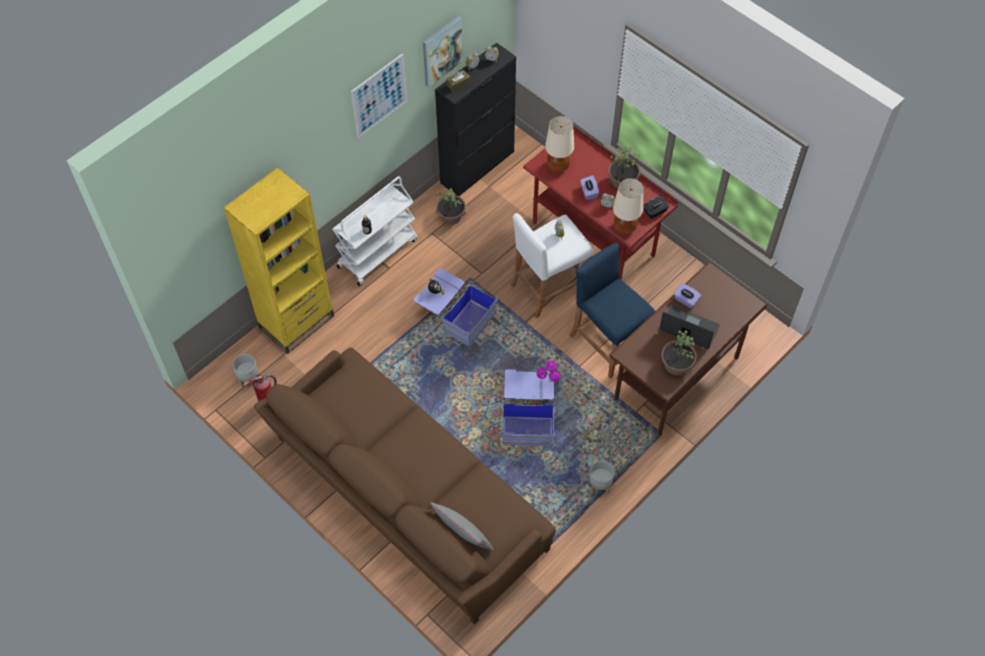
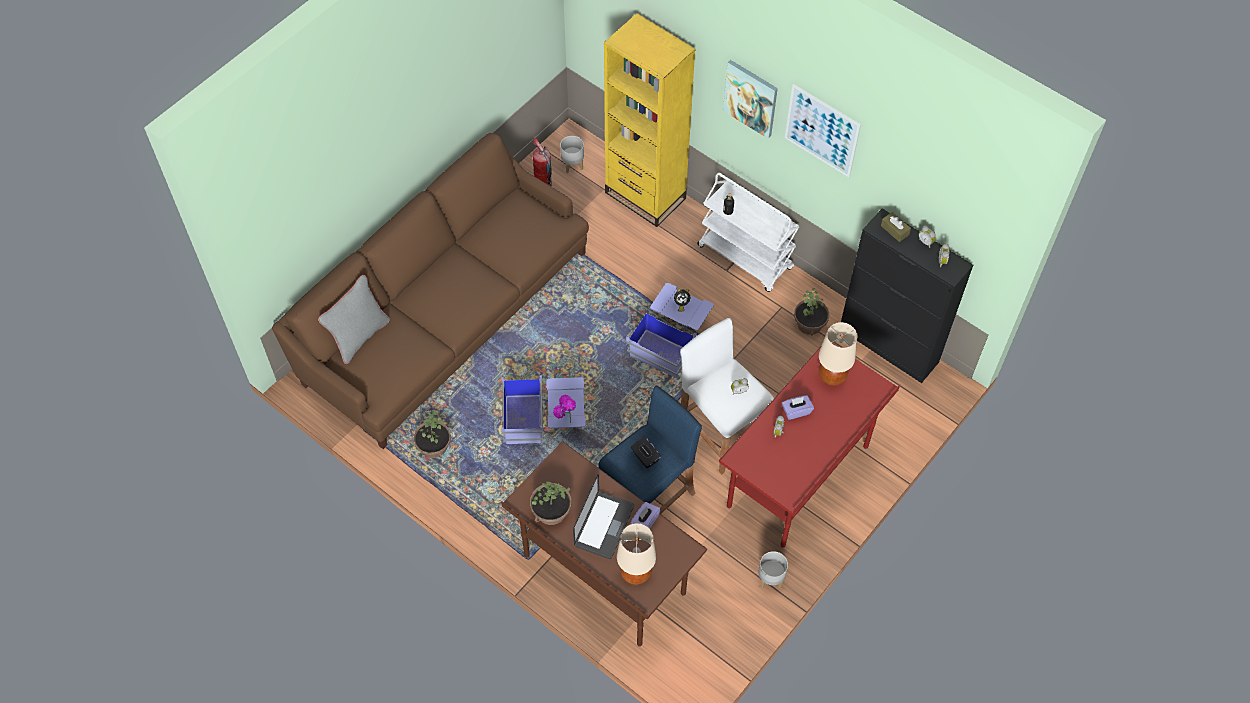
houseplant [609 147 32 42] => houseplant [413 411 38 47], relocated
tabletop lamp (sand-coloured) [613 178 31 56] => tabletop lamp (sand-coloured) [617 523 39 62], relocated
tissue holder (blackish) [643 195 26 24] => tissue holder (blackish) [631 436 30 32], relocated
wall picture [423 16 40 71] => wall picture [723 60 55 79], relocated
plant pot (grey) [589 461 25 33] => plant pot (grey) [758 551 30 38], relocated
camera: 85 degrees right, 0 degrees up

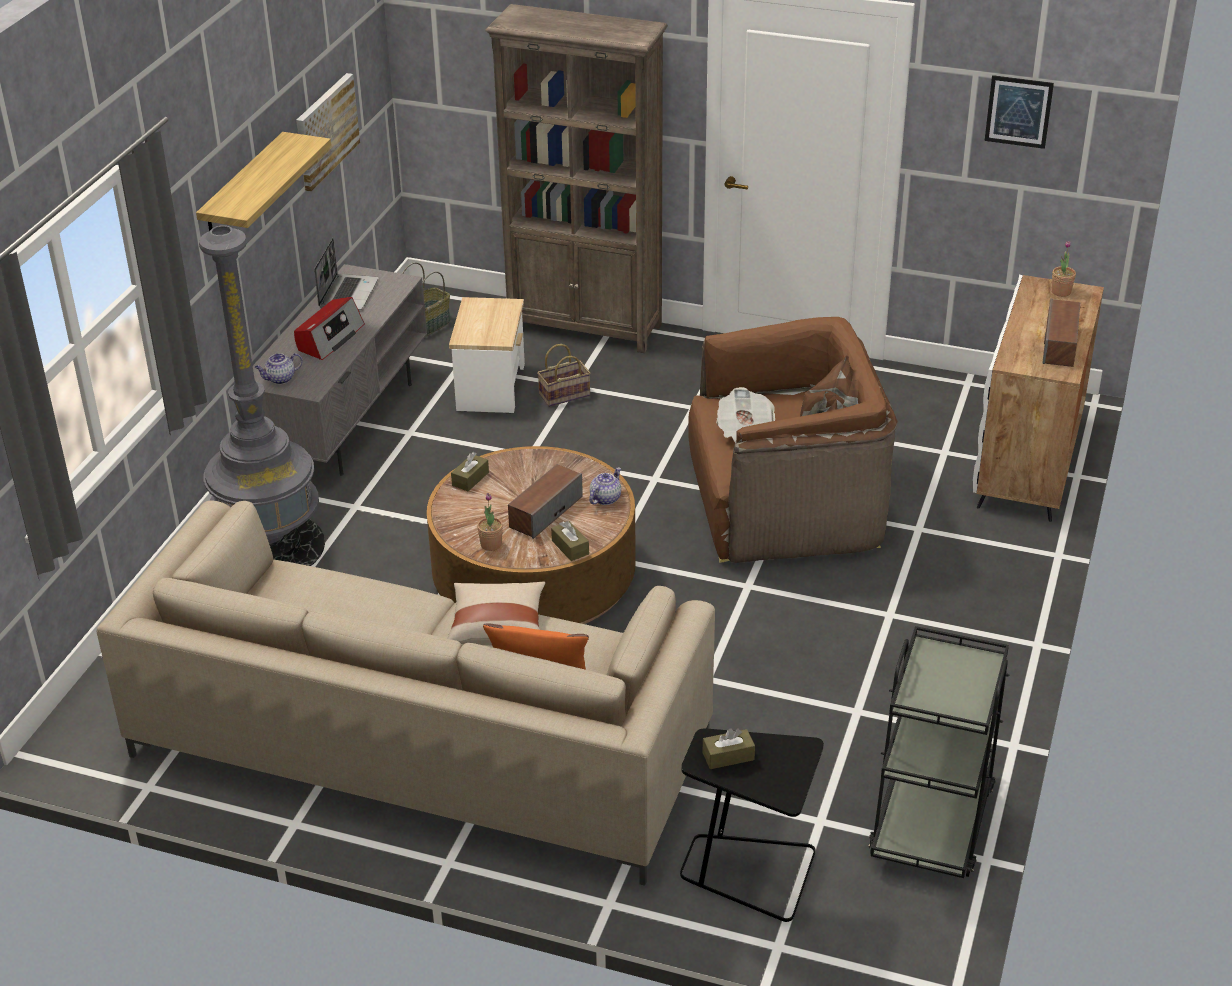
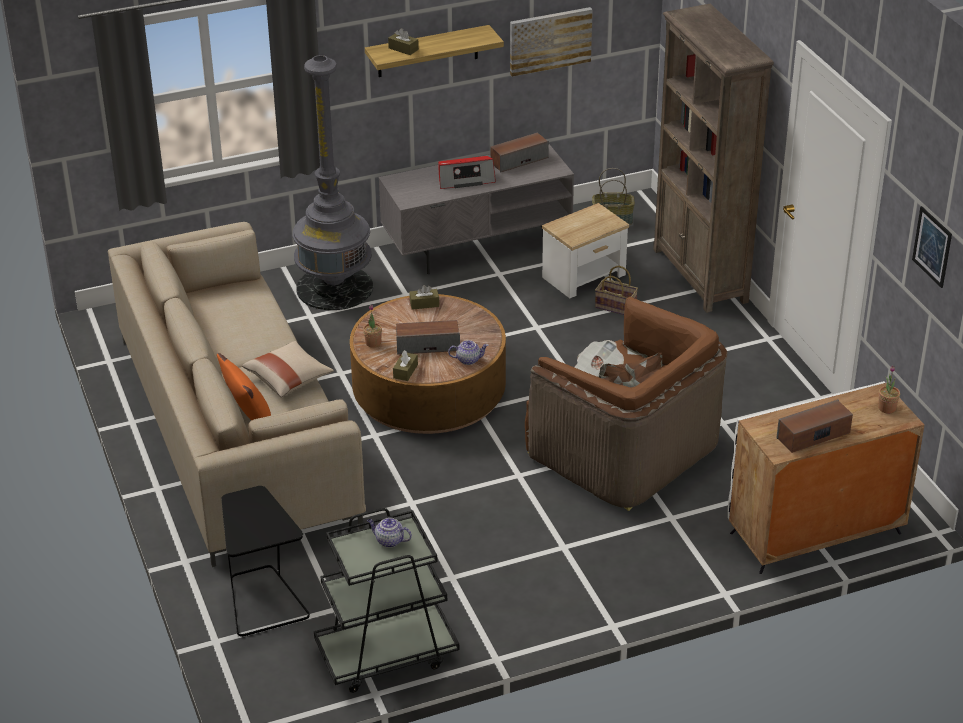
tea pot [255 353 48 31] => tea pot [367 517 45 31], relocated
tissue holder (brownish) [703 728 52 41] => tissue holder (brownish) [388 28 31 27], relocated
laptop [314 238 65 72] => loudspeaker [491 133 58 39]
camera: 50 degrees right, 0 degrees up

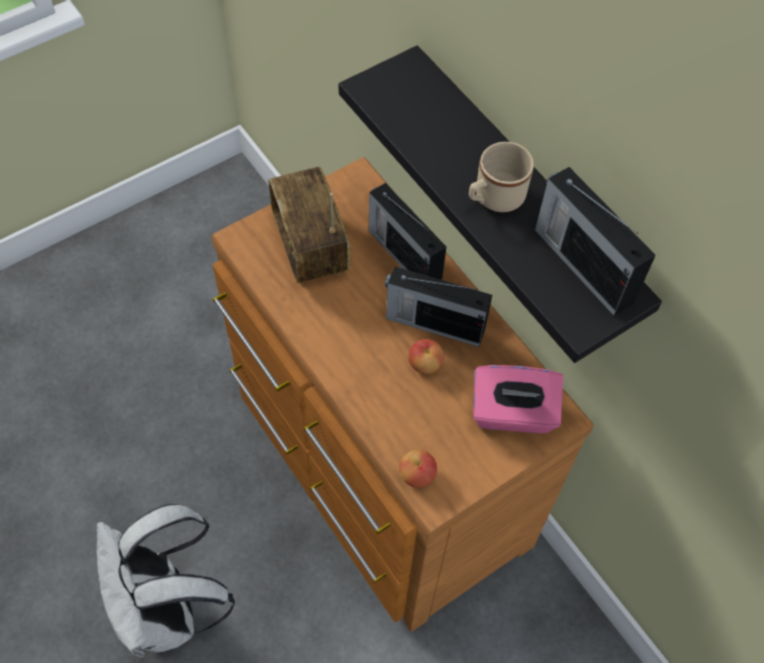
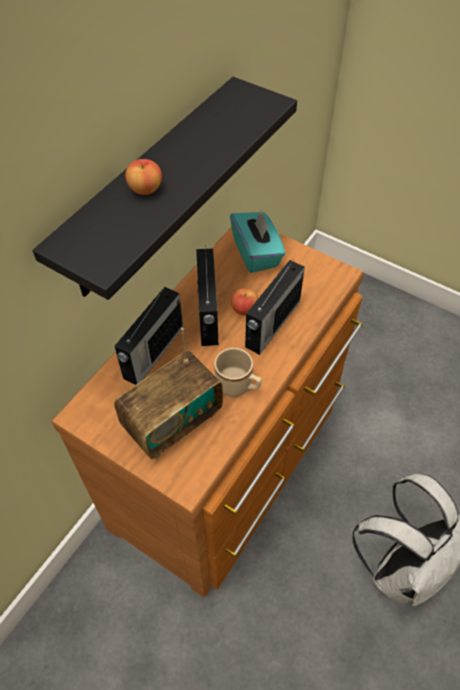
apple fruit [399 450 38 38] => apple fruit [125 159 37 36], relocated
tea mug (sand-coloured) [469 142 65 70] => tea mug (sand-coloured) [214 348 48 49], relocated
tissue holder (pink-coloured) [473 365 90 68] => tissue holder (turquoise) [230 209 55 64]
radio [535 167 121 149] => radio [245 259 60 96], relocated
camera: 110 degrees left, 5 degrees down

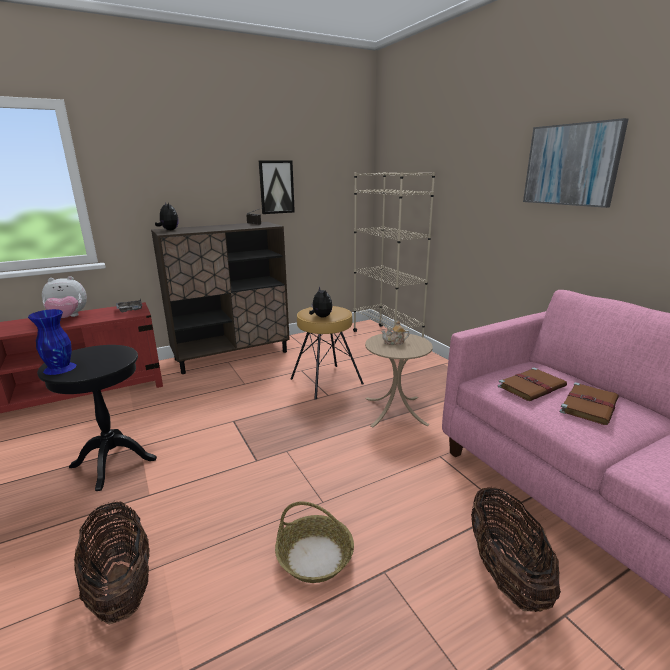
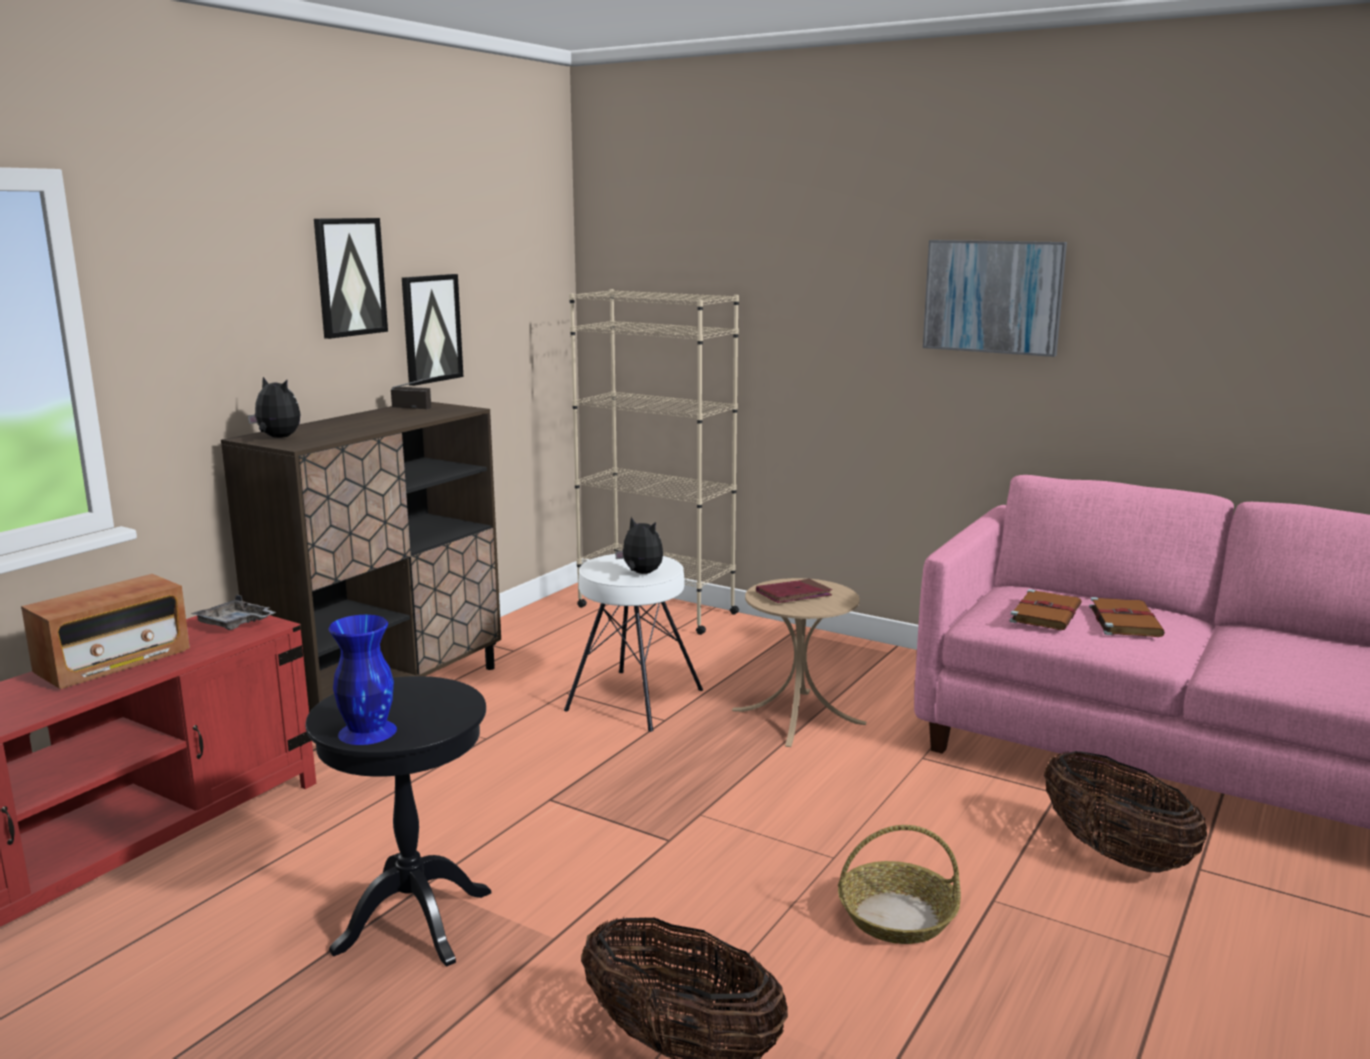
cuddly toy [42 276 45 42] => radio [21 574 169 115]
nothing => wall picture [314 218 74 121]
stool (brownish) [291 306 73 94] => stool (white) [564 554 139 178]
tea pot [381 321 29 24] => volume (red-coloured) [756 579 76 24]
camera: 30 degrees left, 5 degrees down

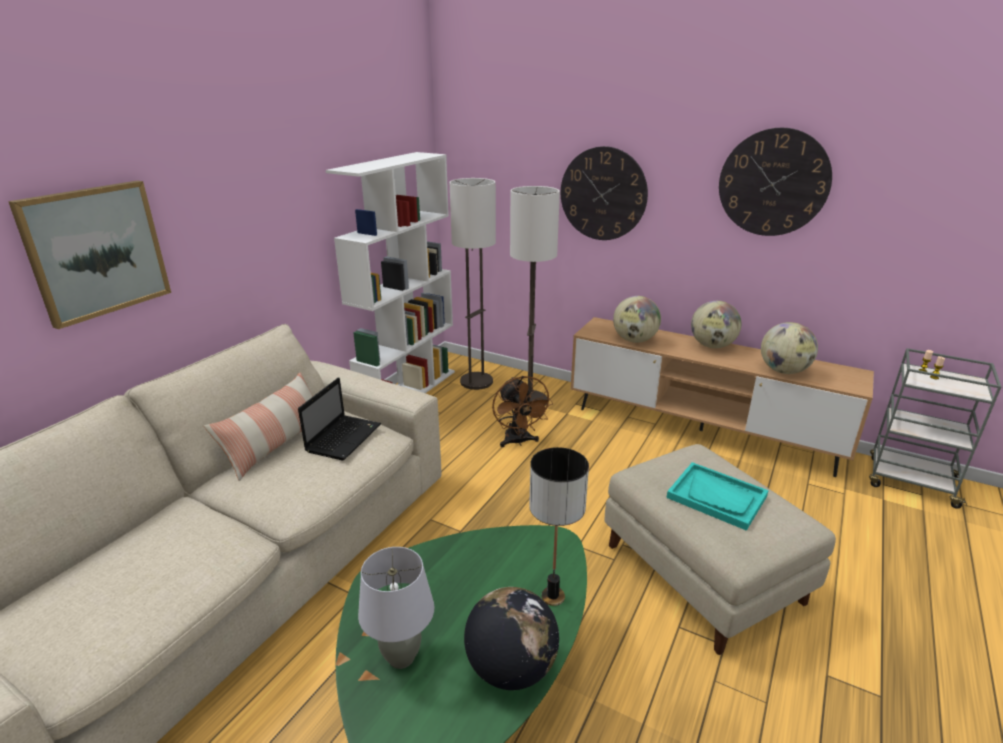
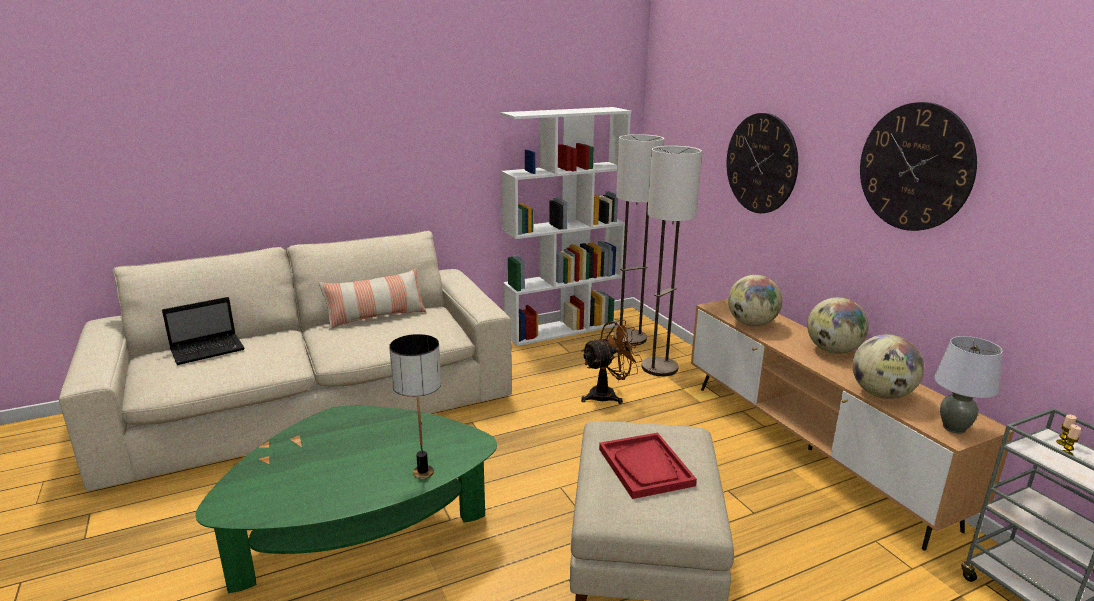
laptop [298 377 83 83] => laptop [162 297 83 68], relocated
electric fan (brownish) [492 376 61 71] => electric fan (brownish) [581 320 62 84], 135 degrees counterclockwise
tray (turquoise) [666 462 103 69] => tray (red-coloured) [599 433 98 66]
tabletop lamp (grey) [358 547 76 122] => tabletop lamp (grey) [934 336 68 98], relocated
wall picture [8 180 163 149] => nothing
globe [464 587 95 103] => nothing
camera: 35 degrees right, 5 degrees down

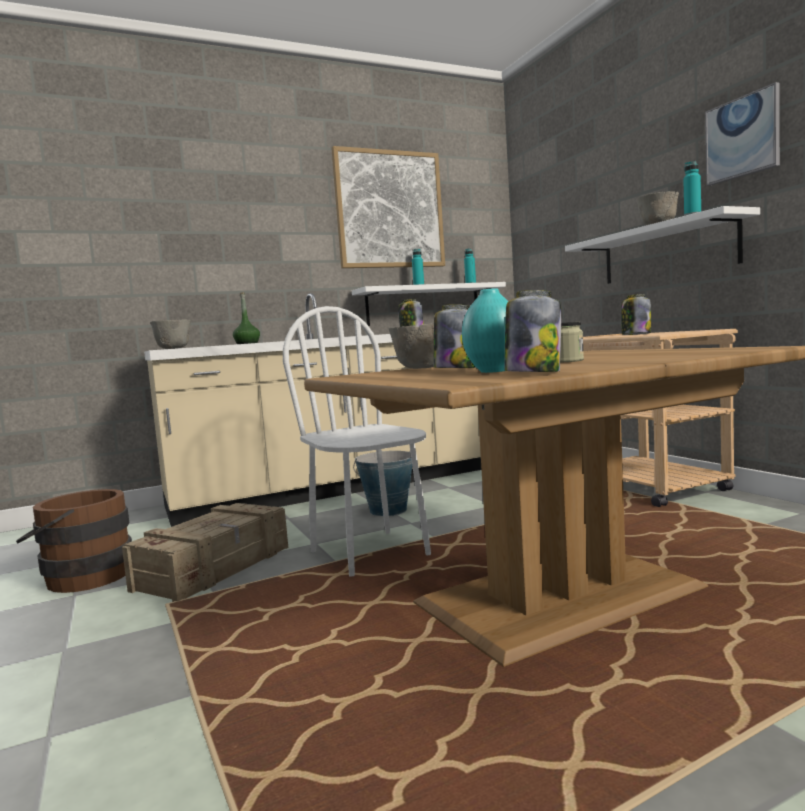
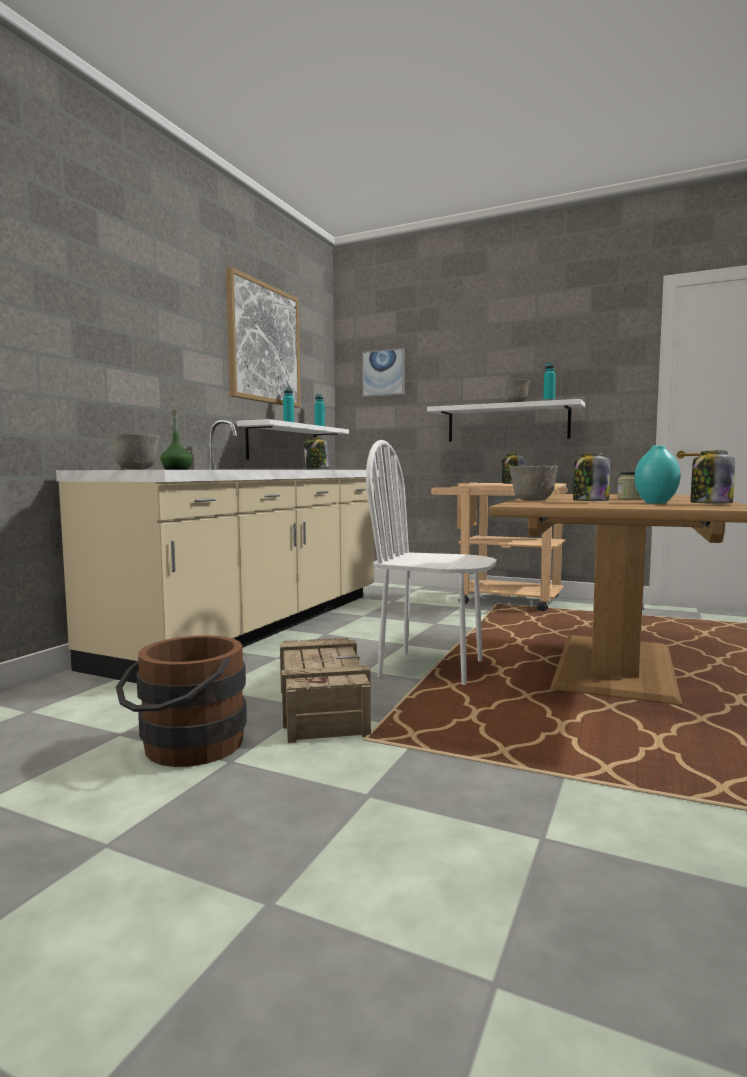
wall picture [705 82 75 104] => wall picture [362 348 43 49], relocated
pail [353 451 59 65] => nothing
camera: 40 degrees left, 0 degrees up

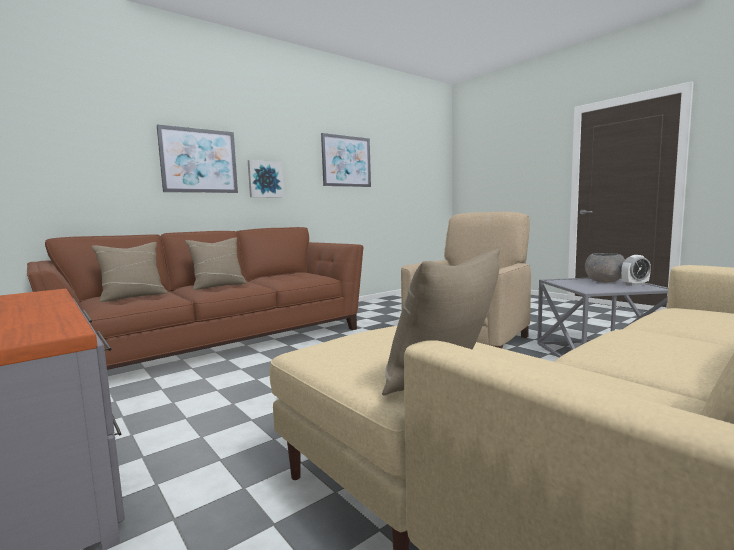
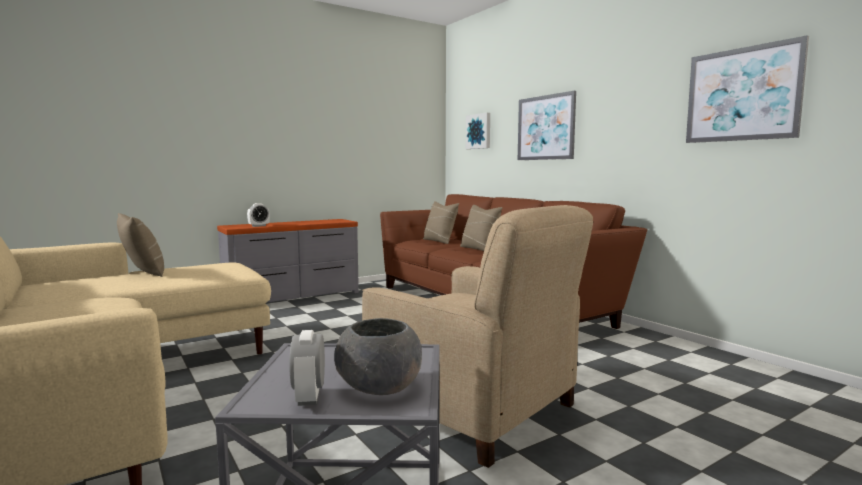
nothing => table clock [247 203 23 24]
wall picture [248 160 36 37] => wall picture [466 113 24 36], relocated
camera: 95 degrees right, 0 degrees up

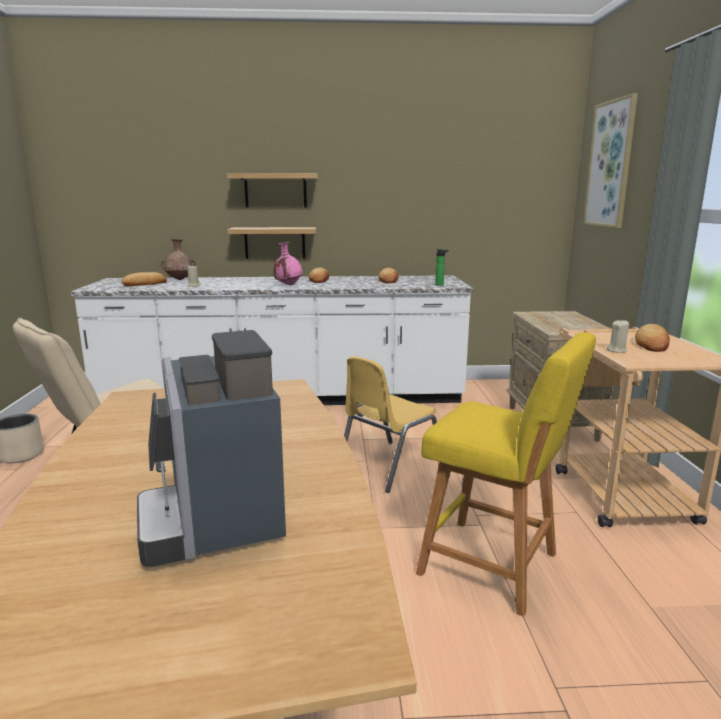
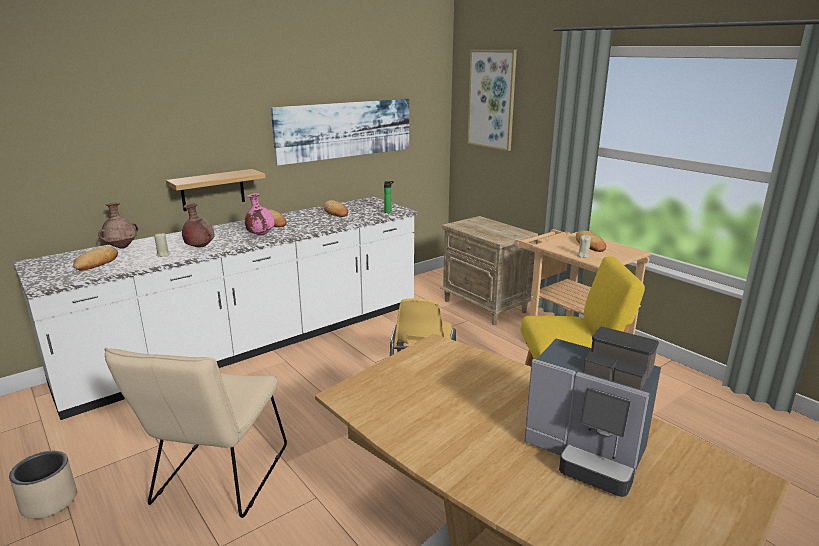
nothing => flower vase (brownish) [182 203 33 45]
nothing => wall picture [271 99 138 67]
wall shelf [227 173 91 35] => nothing
camera: 35 degrees left, 5 degrees up

